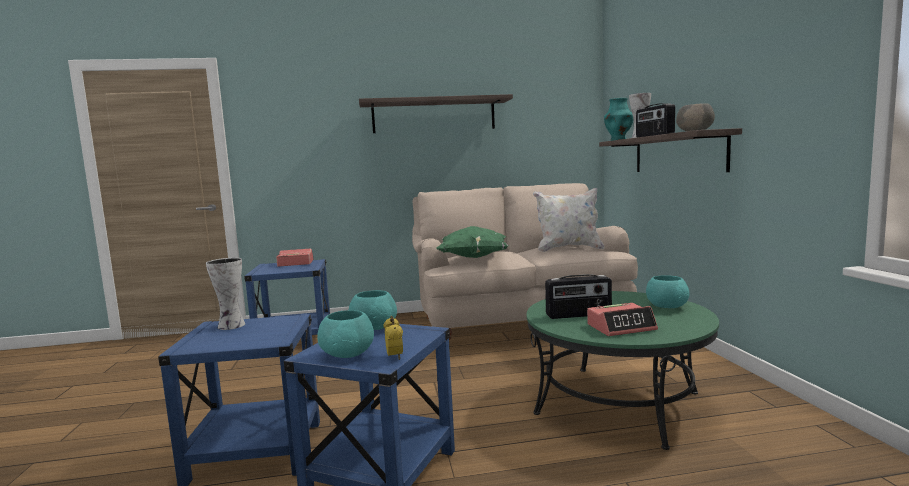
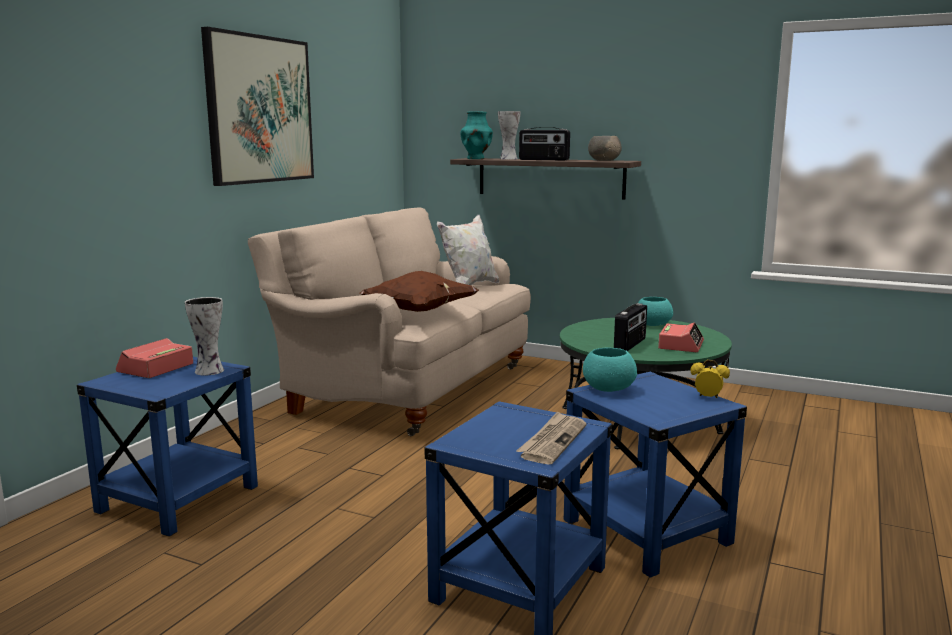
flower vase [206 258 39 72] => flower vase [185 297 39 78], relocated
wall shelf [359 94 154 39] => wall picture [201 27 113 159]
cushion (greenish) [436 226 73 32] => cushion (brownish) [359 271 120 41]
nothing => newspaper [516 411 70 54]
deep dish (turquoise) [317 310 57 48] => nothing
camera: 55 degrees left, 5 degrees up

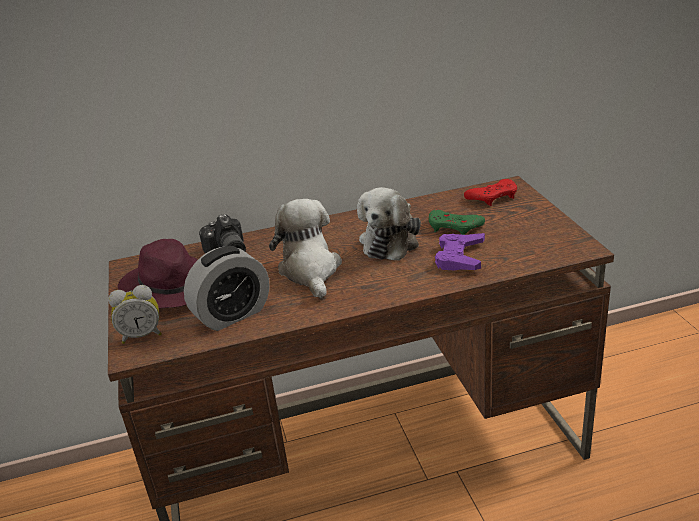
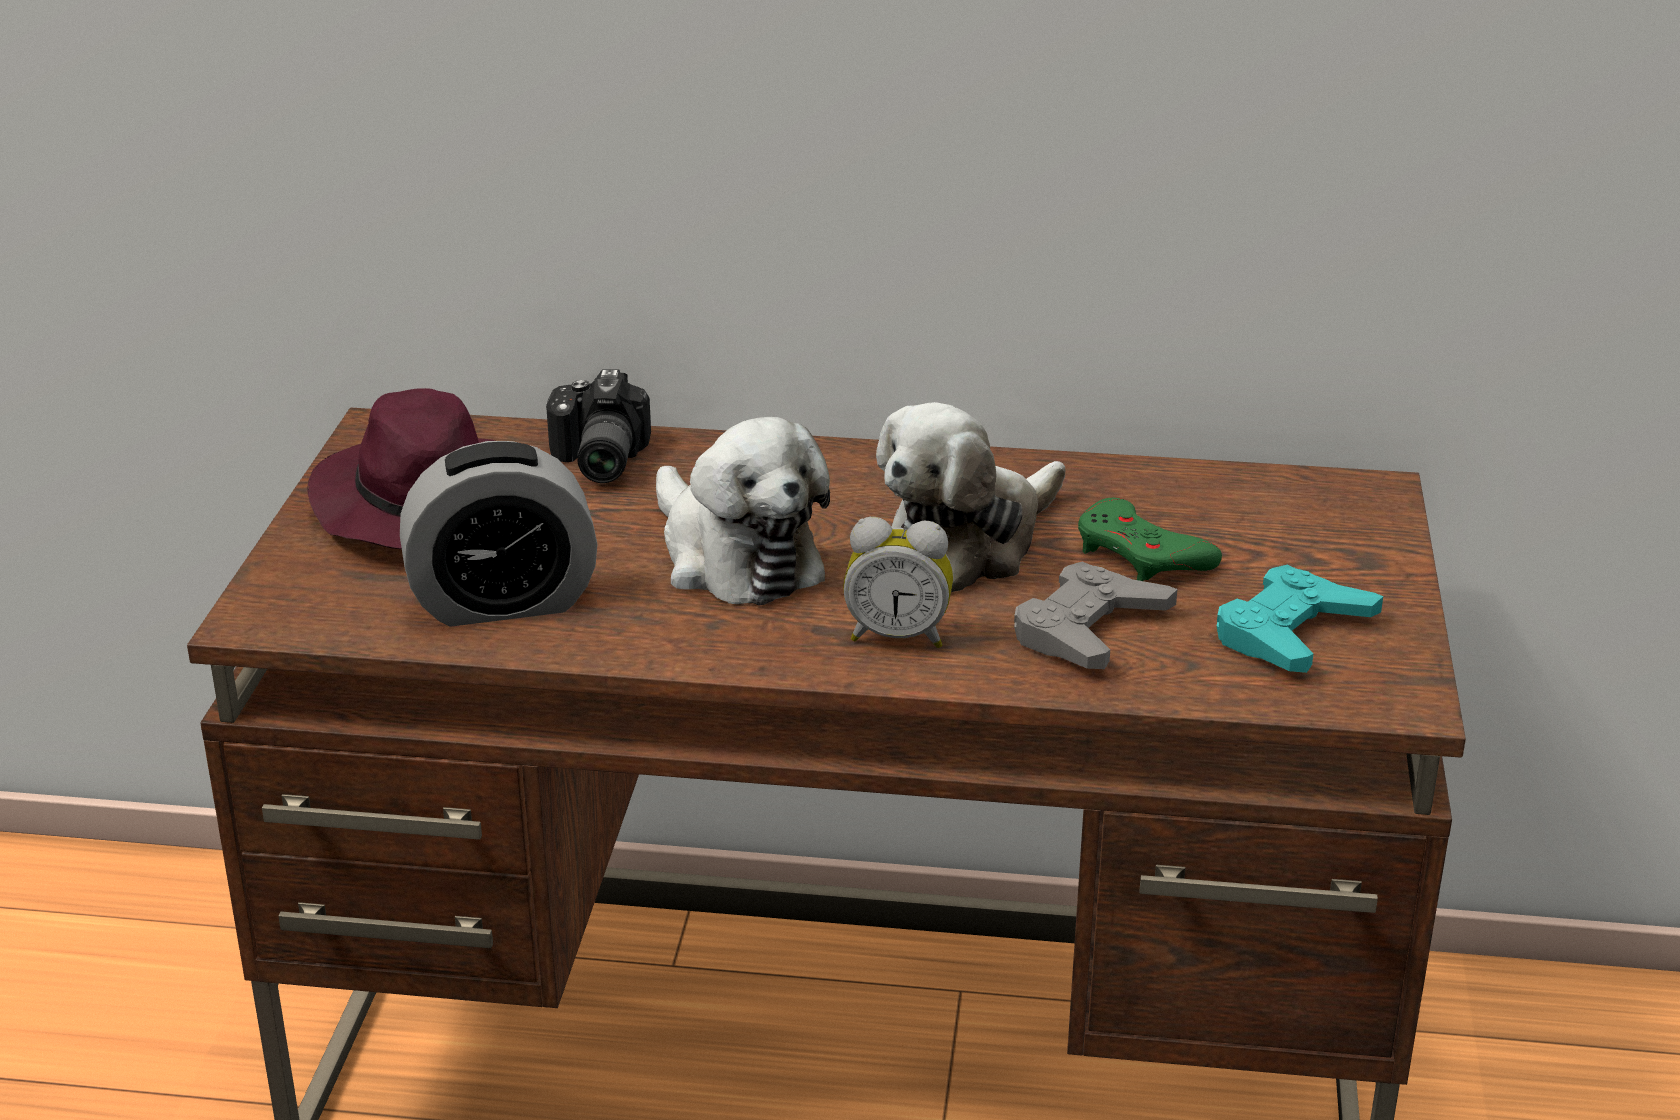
cuddly toy [269 199 73 100] => cuddly toy [656 417 174 189], 135 degrees clockwise
table clock [108 285 54 59] => table clock [843 517 110 131], relocated
game controller (purplish) [435 233 50 37] => game controller (grey) [1014 562 163 107]
nothing => game controller (turquoise) [1217 565 166 108]
game controller (red-coloured) [464 179 53 27] => nothing
camera: 20 degrees right, 0 degrees up

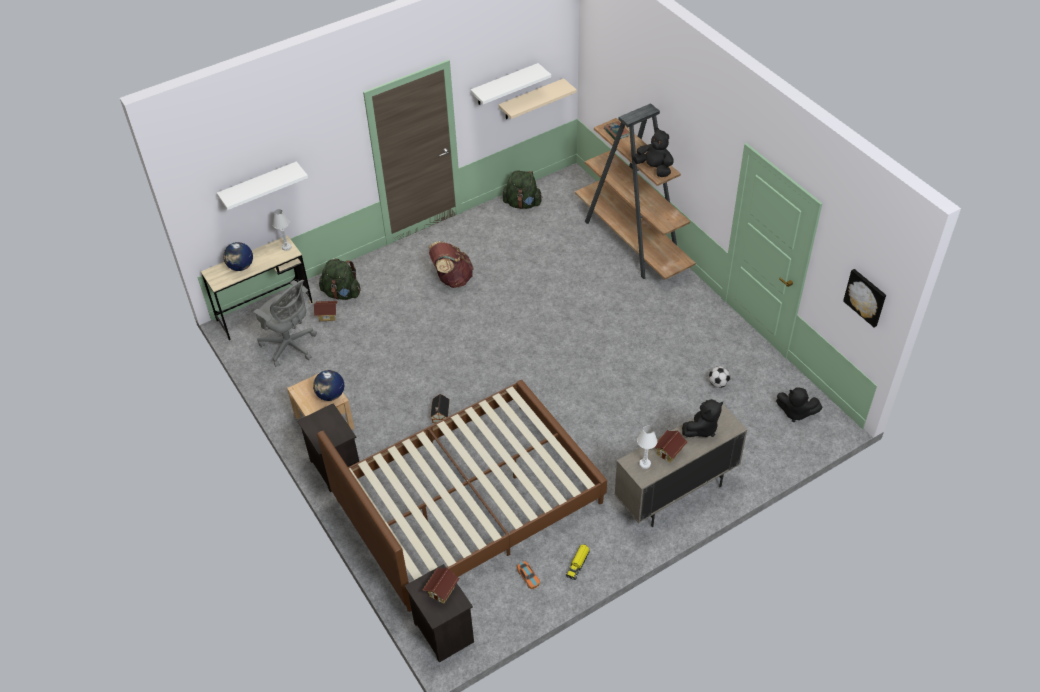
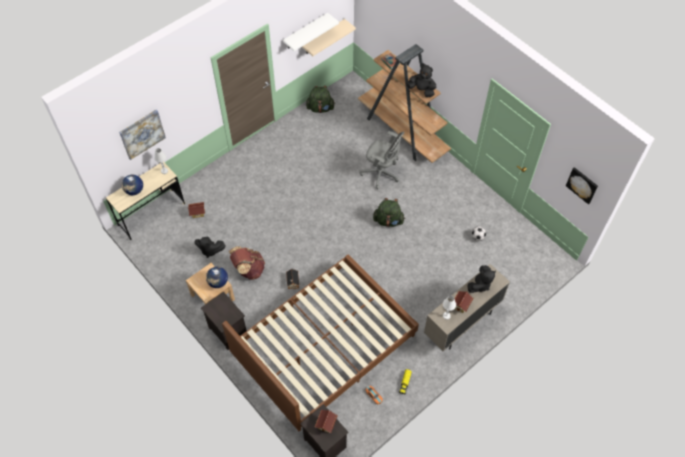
wall shelf (white) [217 161 91 49] => wall picture [119 109 47 51]
cuddly toy (blackish) [776 388 46 34] => cuddly toy (blackish) [195 237 31 21], relocated
rucksack (brownish) [429 241 44 47] => rucksack (brownish) [229 246 36 34], relocated
computer chair (grey) [253 280 64 87] => computer chair (grey) [360 131 44 58], relocated
rucksack (greenish) [319 259 42 41] => rucksack (greenish) [373 198 32 29], relocated
camera: 10 degrees left, 10 degrees up

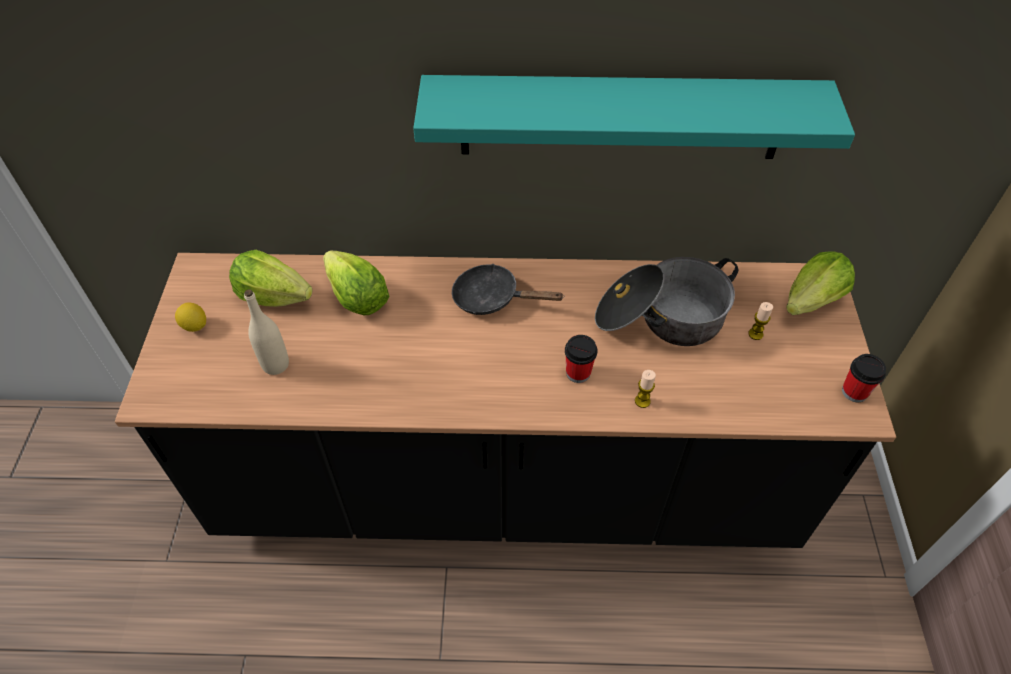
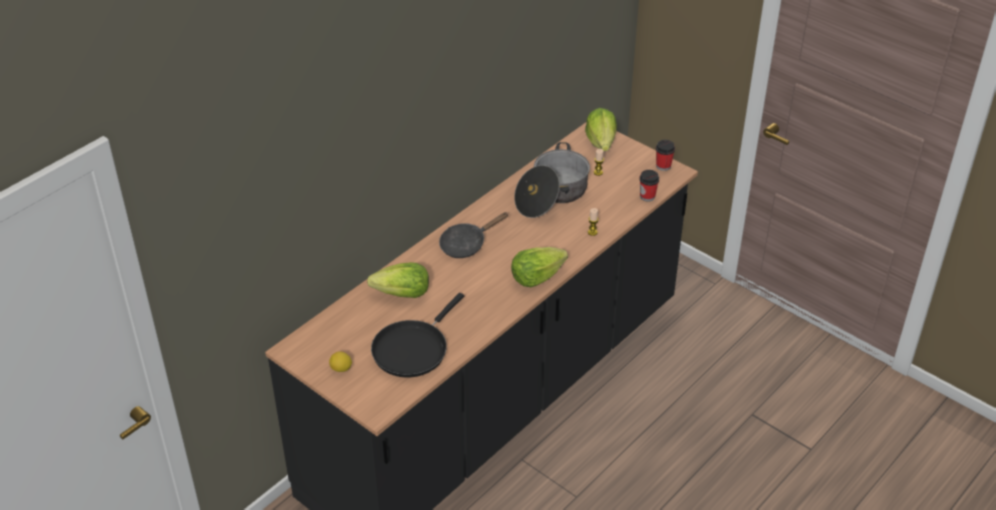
beverage bottle (sand-coloured) [244 289 45 86] => skillet (blackish) [371 293 93 85]
head of lettuce [229 250 84 57] => head of lettuce [511 247 57 40], relocated
cup [565 335 32 48] => cup [639 170 20 32], relocated
wall shelf (turquoise) [413 75 442 84] => nothing
camera: 50 degrees left, 10 degrees down

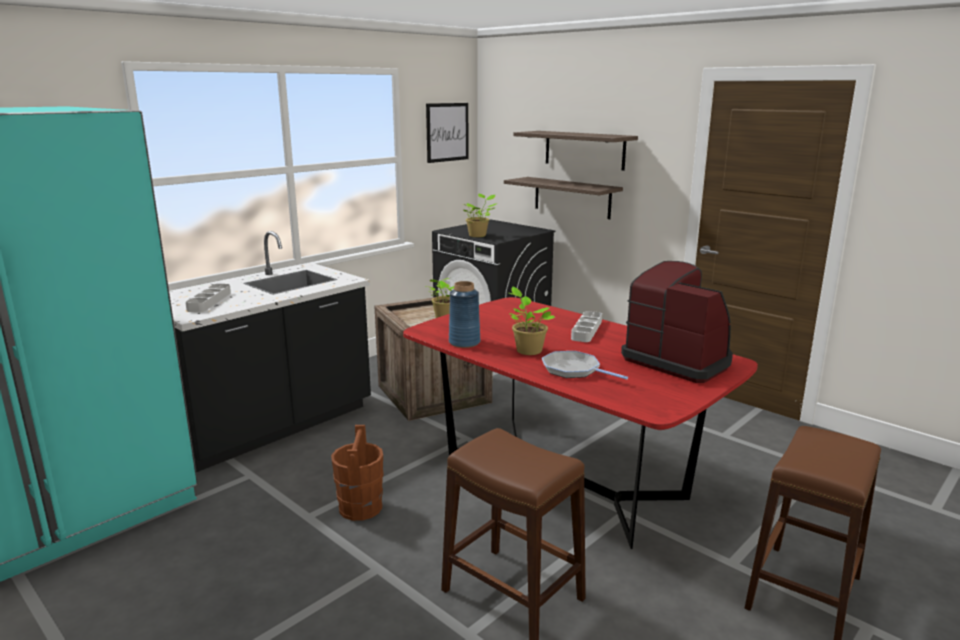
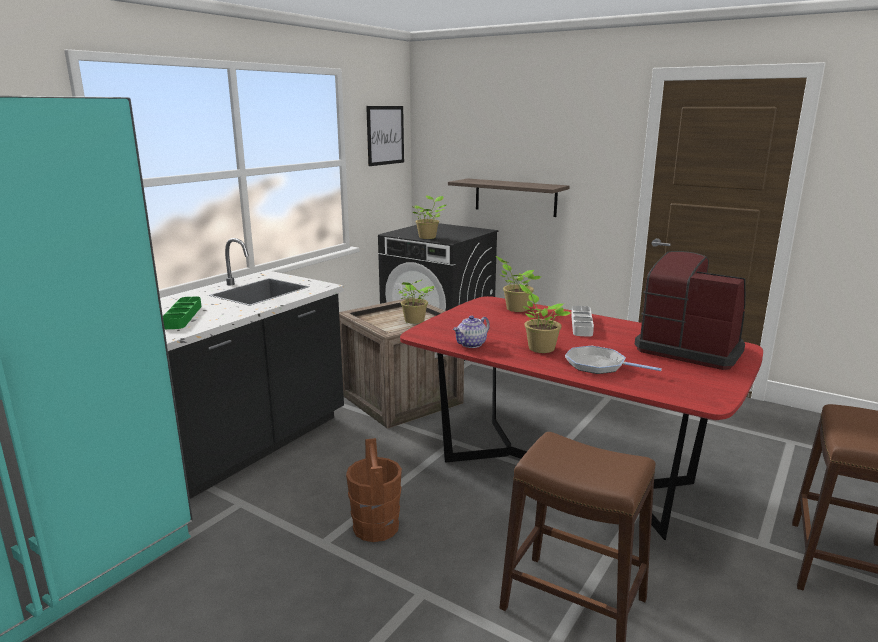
tray (grey) [185 284 46 28] => tray (greenish) [163 297 39 32]
flower vase (blue) [449 281 31 67] => tea pot [453 316 37 32]
nothing => houseplant [496 256 45 56]
wall shelf [513 131 125 40] => nothing
camera: 10 degrees left, 0 degrees up

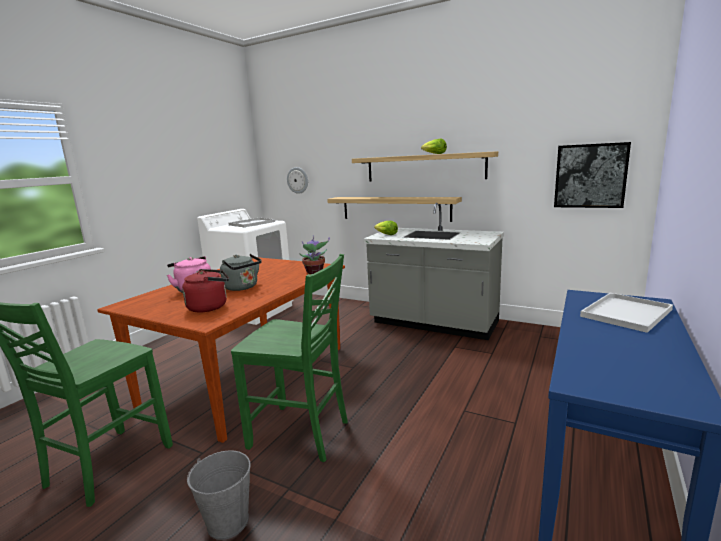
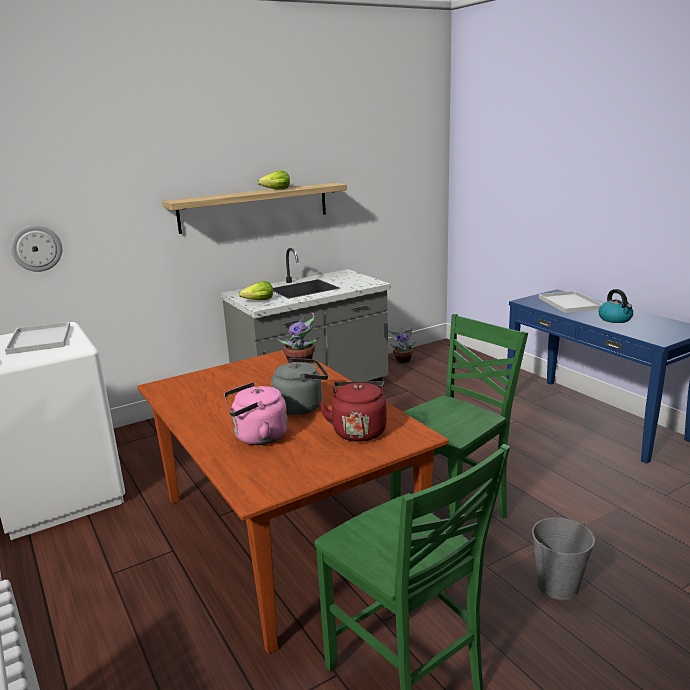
nothing => houseplant [388 328 28 35]
nothing => tea kettle [599 289 34 34]
wall shelf [327 197 135 25] => nothing
wall picture [554 142 77 66] => nothing
camera: 60 degrees left, 5 degrees up

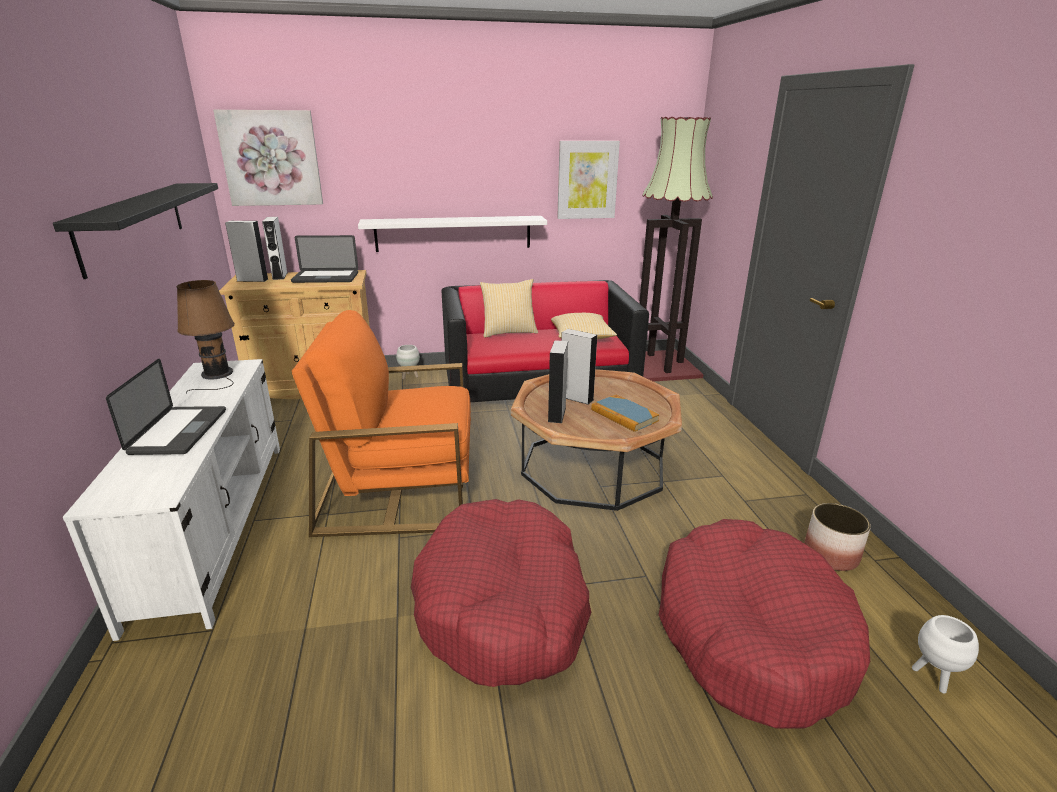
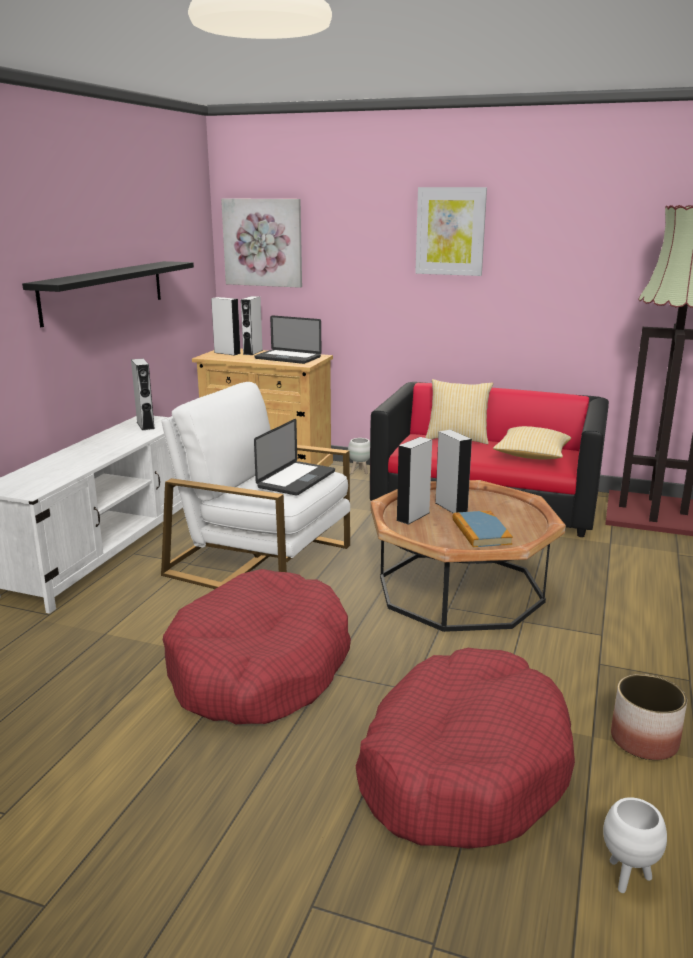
tabletop lamp (brownish) [177 280 58 114] => loudspeaker (grey) [131 358 24 72]
armchair (orange) [292 310 179 227] => armchair (white) [161 382 189 207]
laptop [106 359 120 96] => laptop [254 419 81 77], relocated
wall picture [557 141 63 78] => wall picture [415 187 72 89], relocated
wall shelf (white) [358 216 189 36] => nothing
camera: 30 degrees right, 5 degrees down

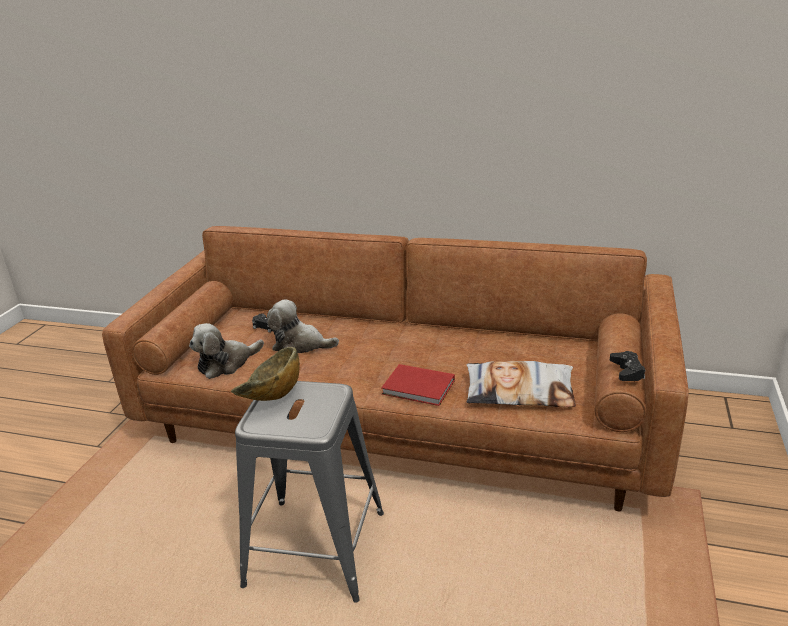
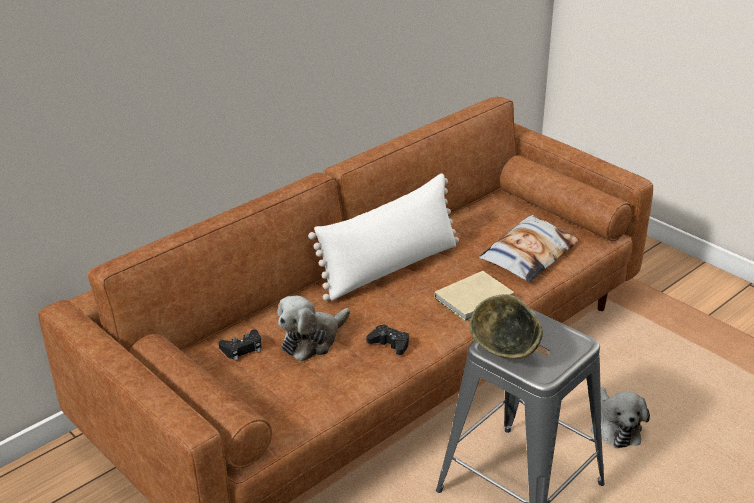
nothing => cushion (white) [308 173 151 128]
game controller (blackish) [610 351 35 30] => game controller (blackish) [366 324 43 31], relocated
volume (red-coloured) [381 364 74 42] => volume (sand-coloured) [434 271 80 50]
cuddly toy [189 323 75 56] => cuddly toy [591 387 59 61], relocated
camera: 60 degrees left, 5 degrees up

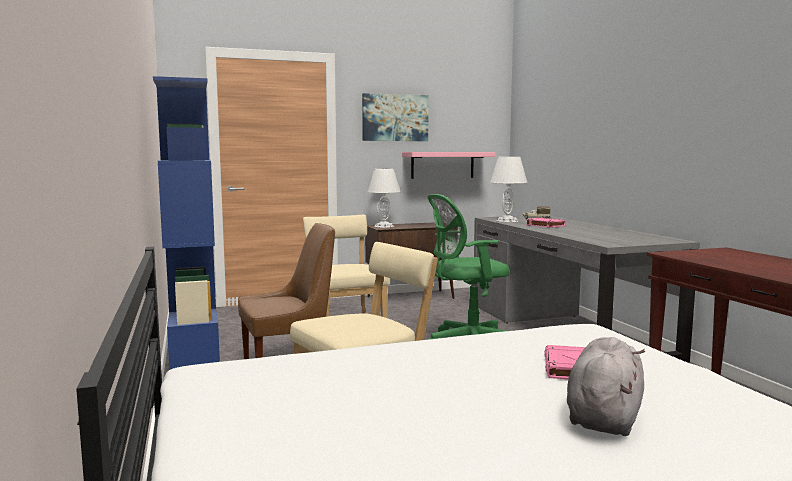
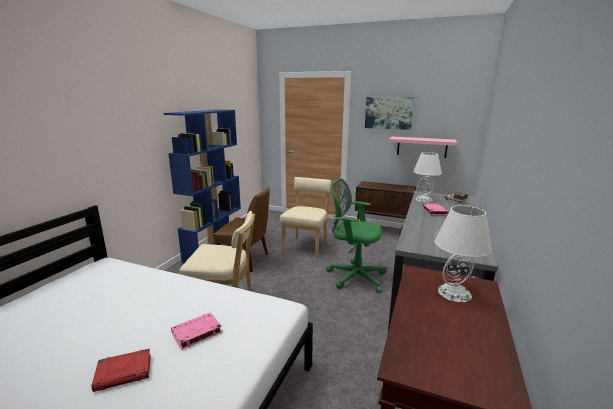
cuddly toy (grey) [567 337 78 99] => volume (red-coloured) [92 349 59 43]
tabletop lamp (white) [368 169 33 59] => tabletop lamp (white) [435 206 57 96], relocated
camera: 40 degrees right, 10 degrees up

